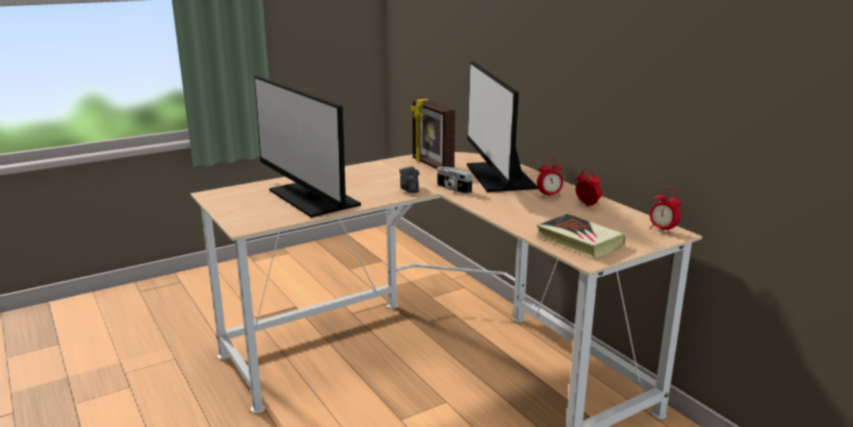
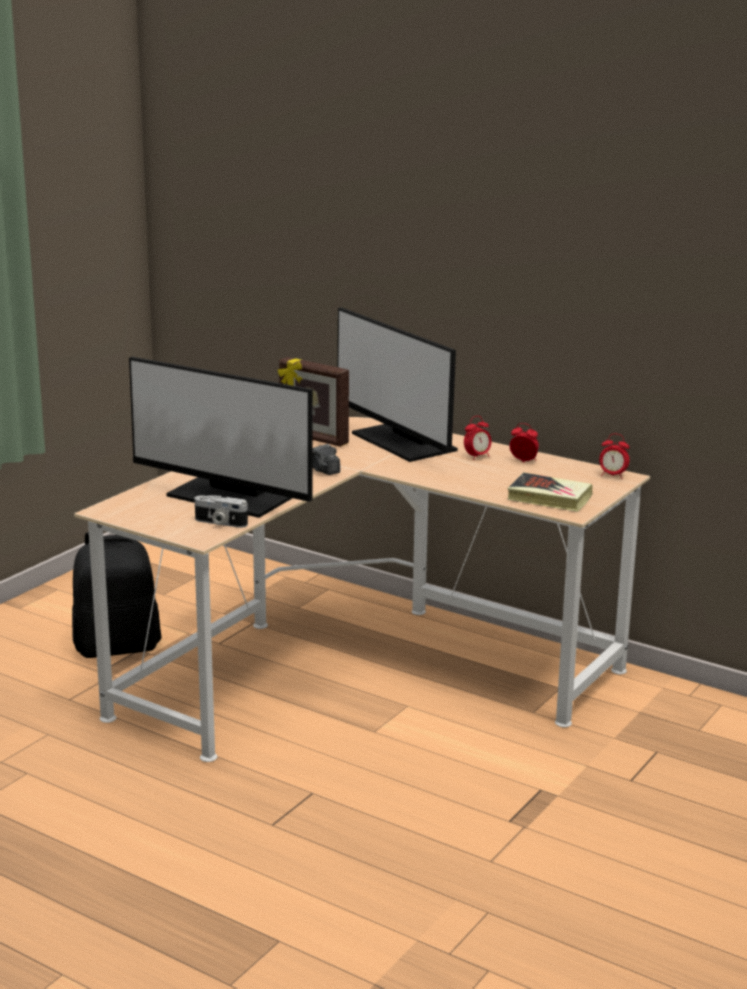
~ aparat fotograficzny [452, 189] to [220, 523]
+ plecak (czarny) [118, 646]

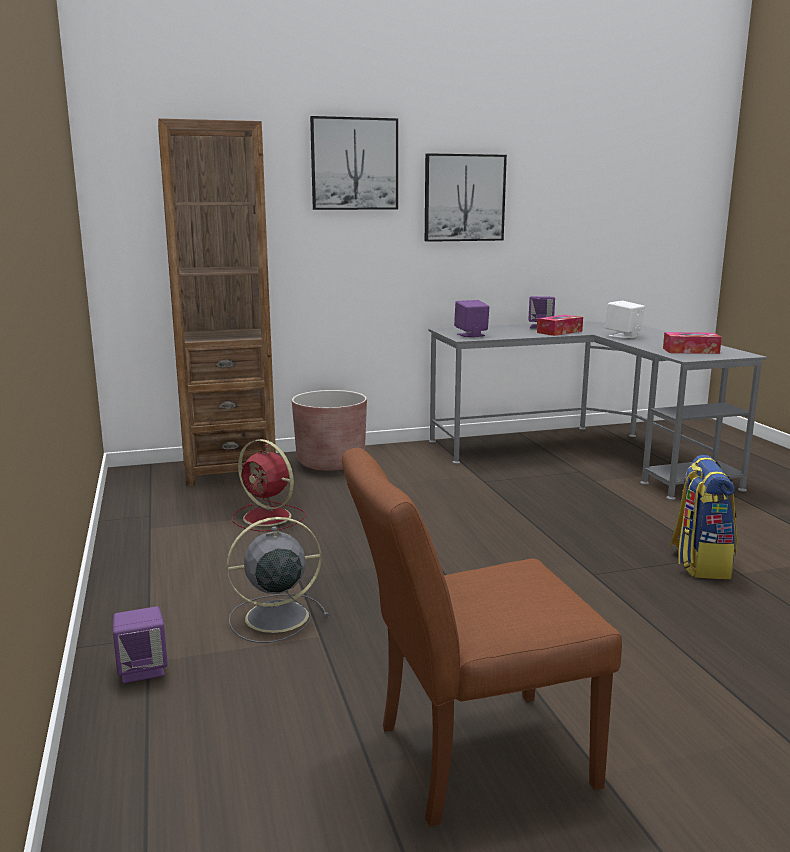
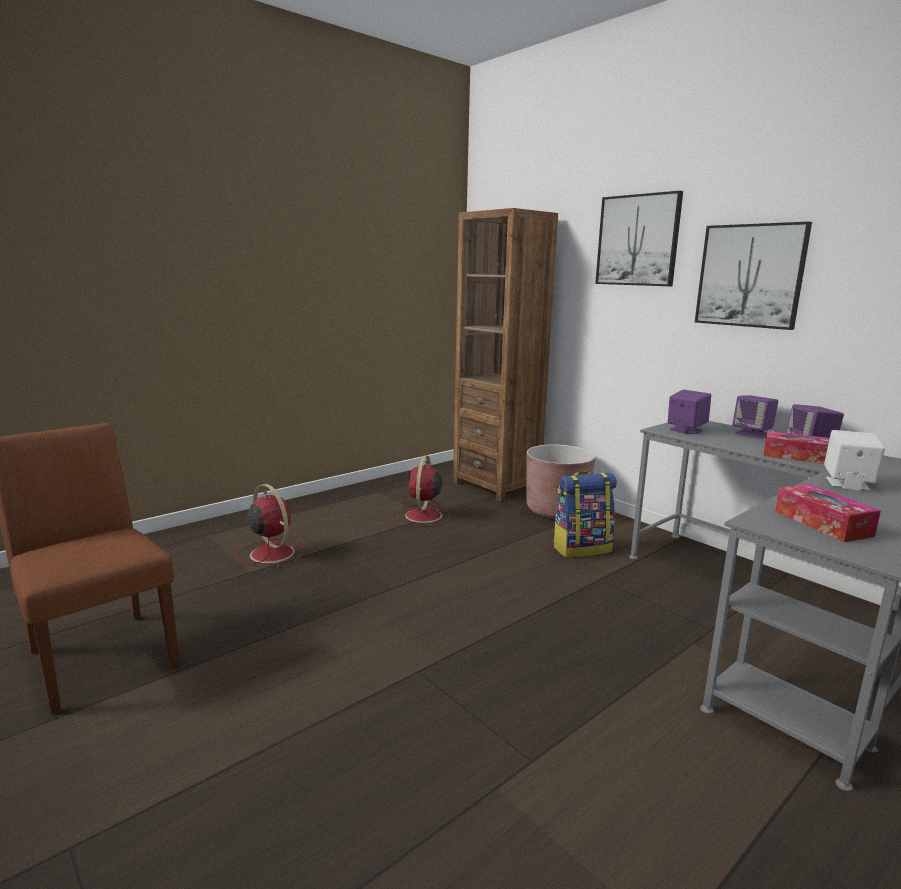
~ plecak [699, 563] to [581, 548]
~ wentylator (szary) [274, 617] to wentylator (czerwony) [271, 553]
~ głośnik (fioletowy) [143, 669] to [752, 434]

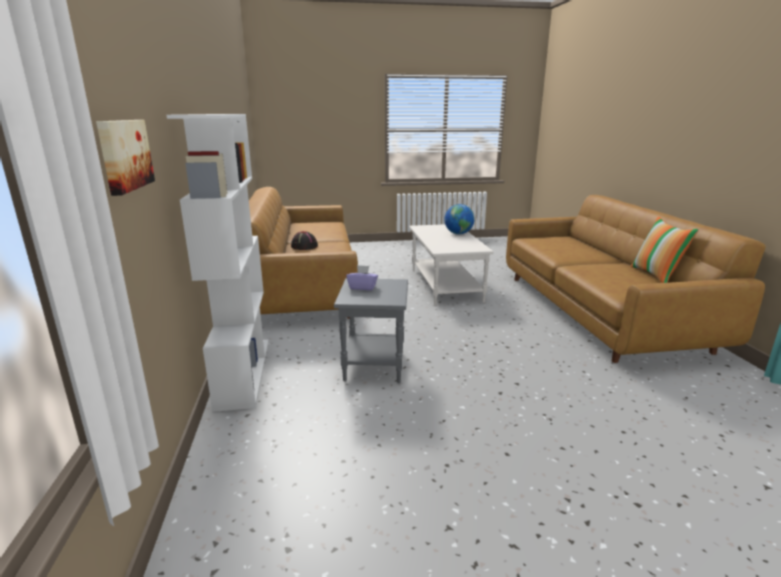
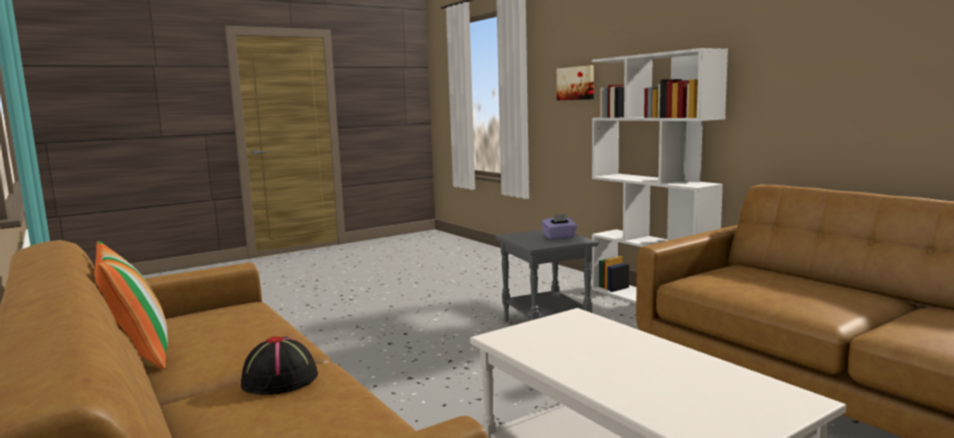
- globus [458, 234]
~ kapelusz (czarny) [304, 246] to [280, 379]

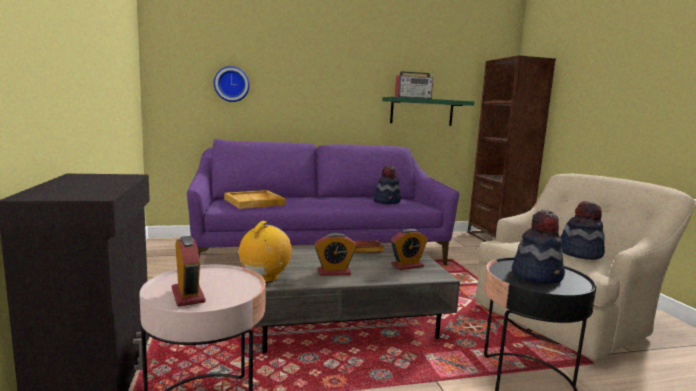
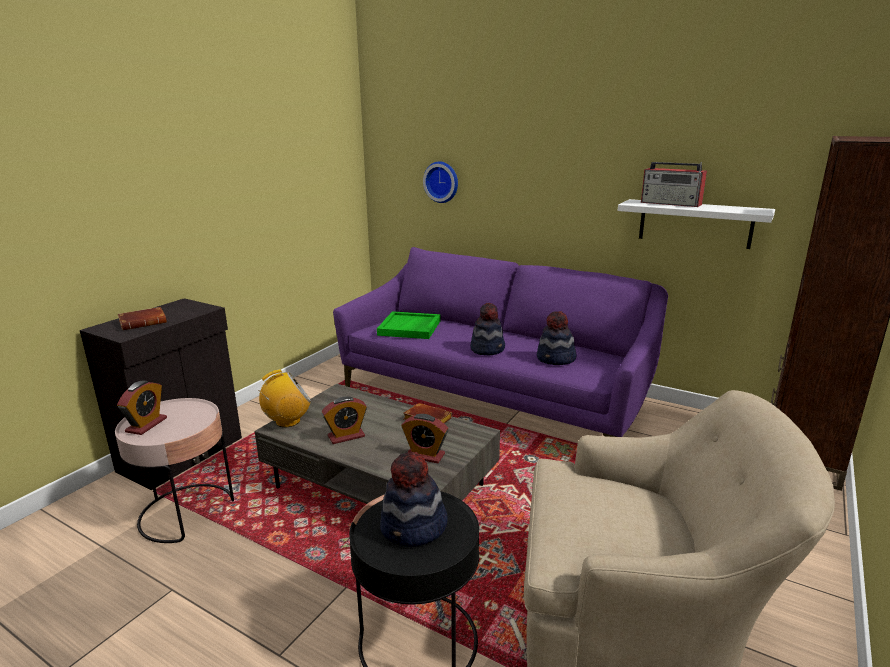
~ półka (zielony) [422, 111] to półka (biały) [695, 223]
~ taca (beżowy) [255, 202] to taca (zielony) [410, 328]
~ kapelusz [579, 253] to [488, 349]
~ budzik [334, 272] = [346, 436] 60 degrees counterclockwise
+ książka (brązowy) [144, 322]

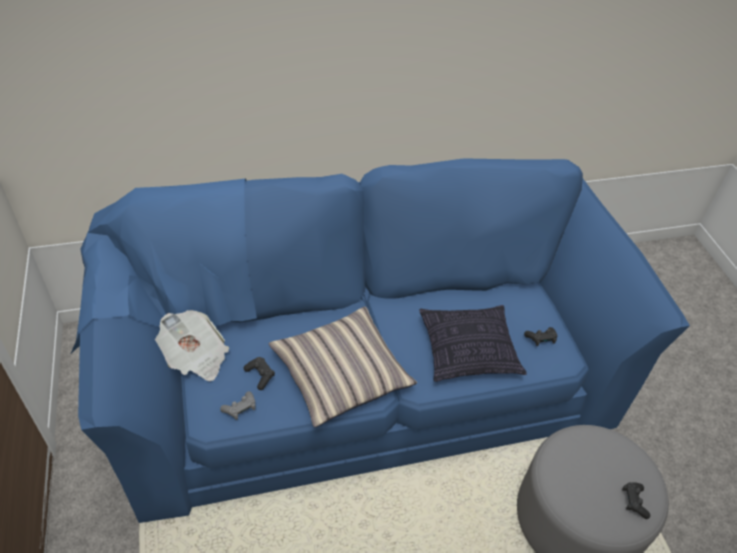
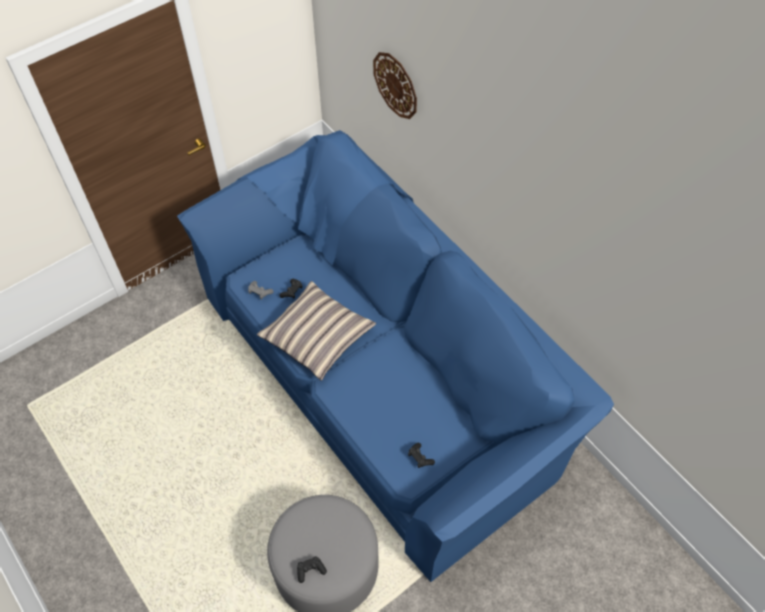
- poduszka [468, 351]
- gazeta [195, 357]
+ zegar ścienny [395, 85]

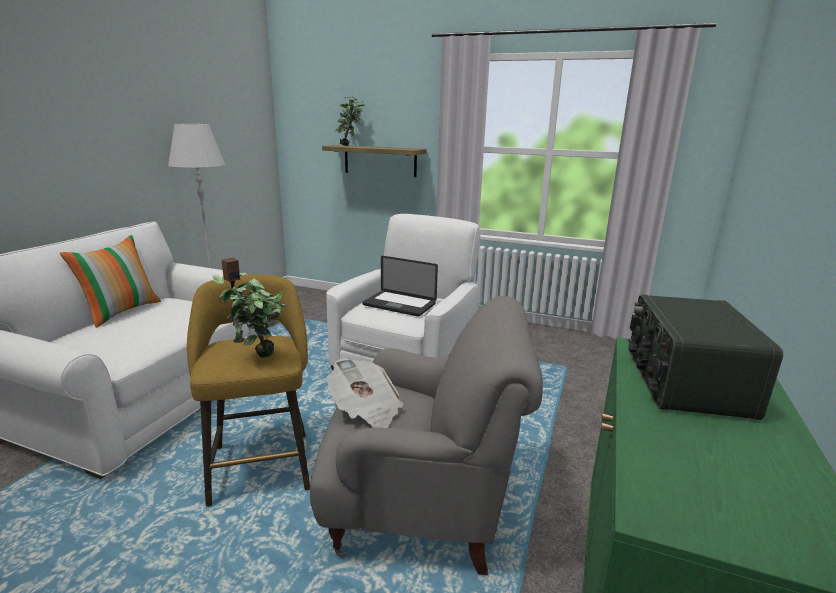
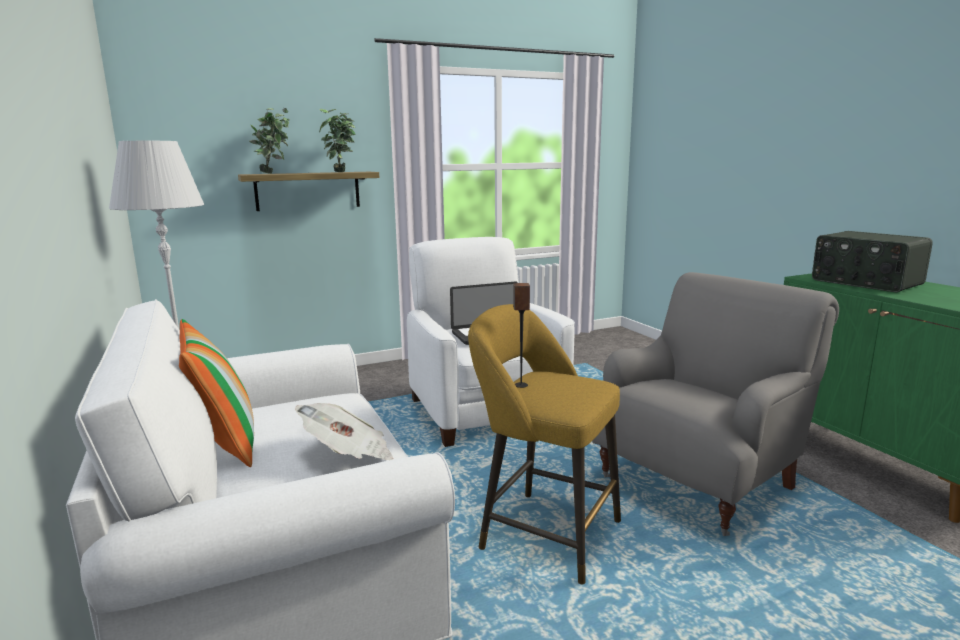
~ roślina doniczkowa [257, 359] to [341, 172]
~ gazeta [366, 410] to [348, 454]

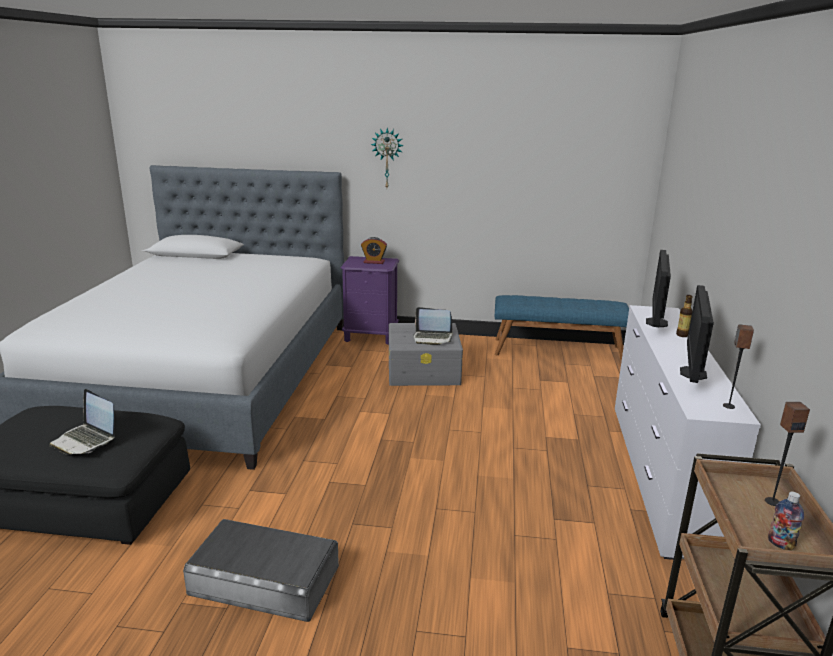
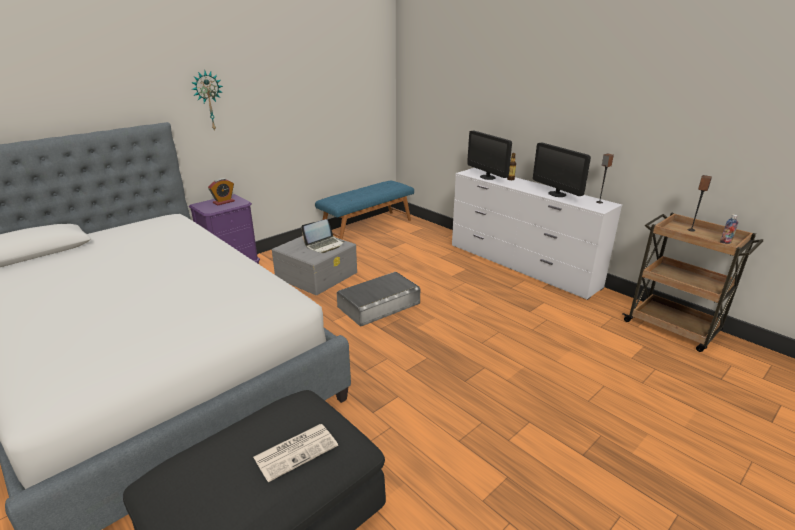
~ laptop [86, 440] to gazeta [296, 451]
~ pojemnik do przechowywania (szary) [264, 579] to [379, 305]

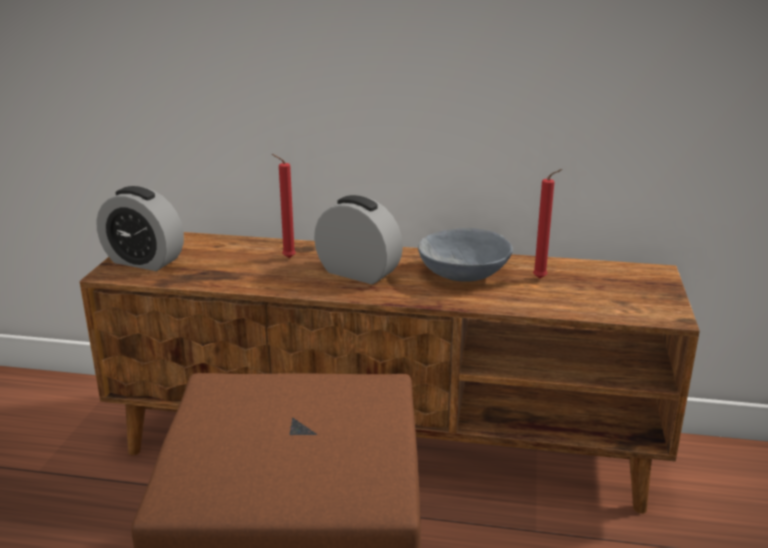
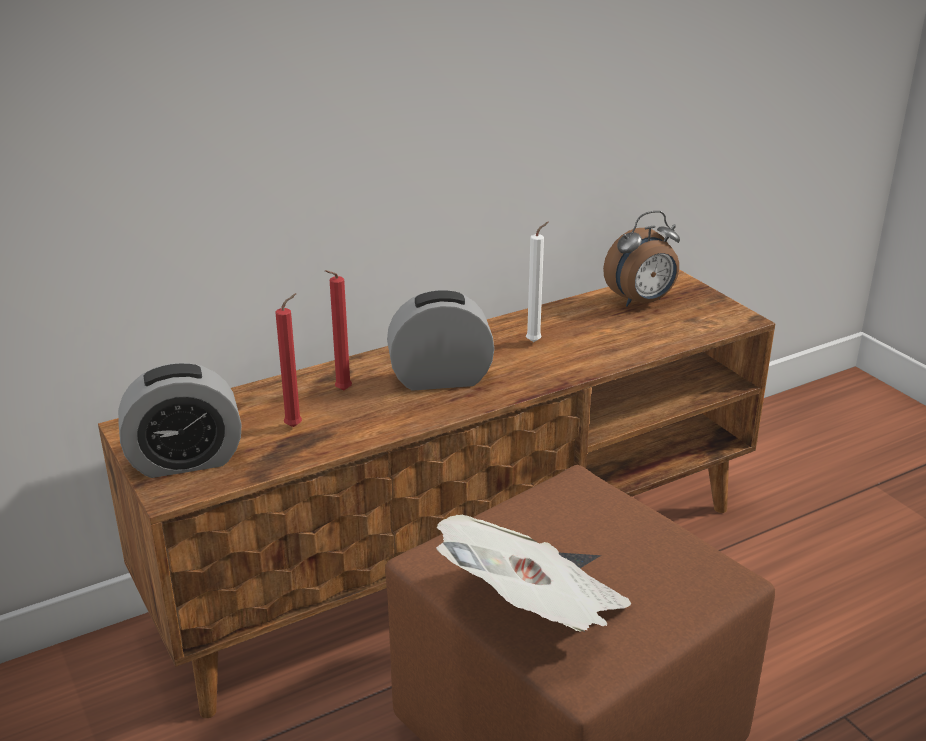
~ świeca (czerwony) [542, 278] to [296, 426]
~ miska (szary) [465, 274] to świeca (biały) [535, 341]
+ budzik [641, 301]
+ gazeta [533, 612]

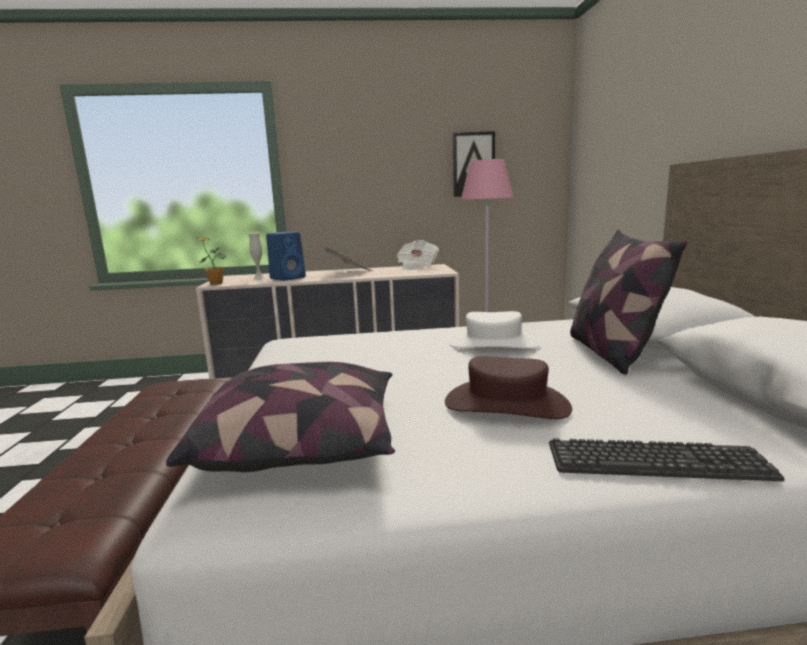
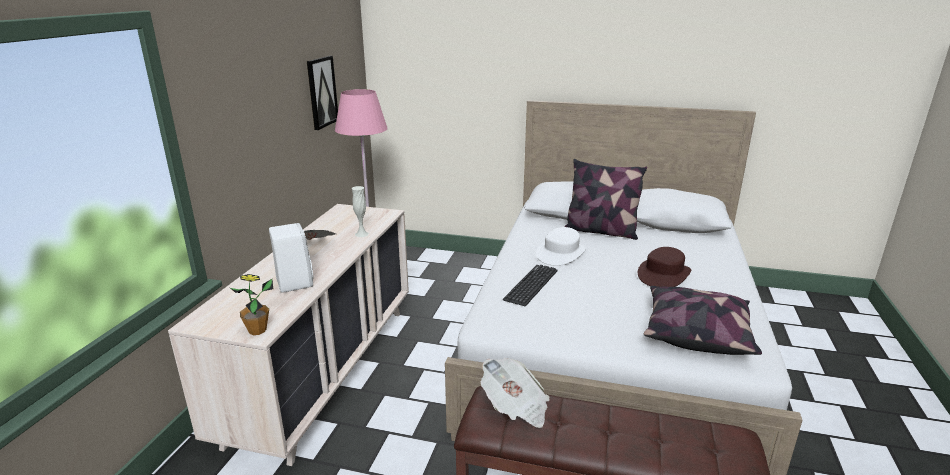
~ głośnik (niebieski) [288, 278] to głośnik (biały) [294, 282]
~ wazon (biały) [259, 278] to [361, 234]
~ gazeta [417, 267] to [515, 407]
~ klawiatura [656, 461] to [531, 285]

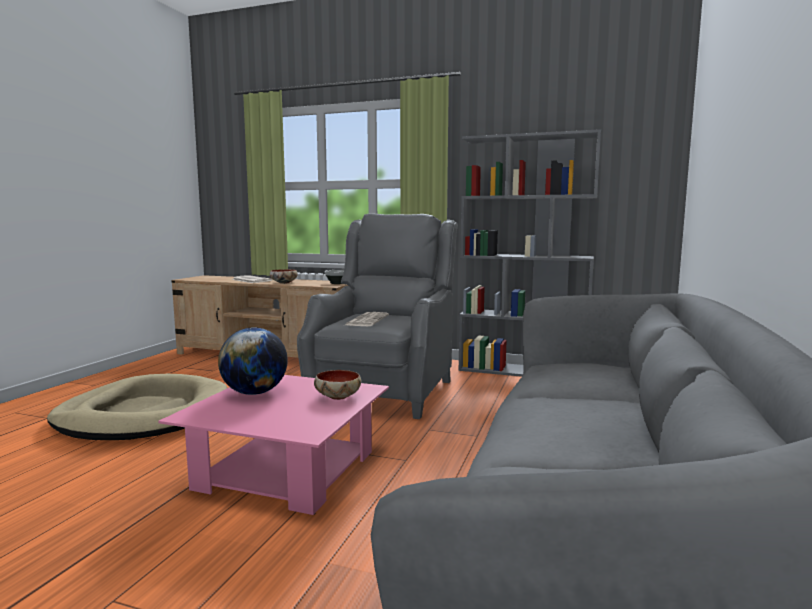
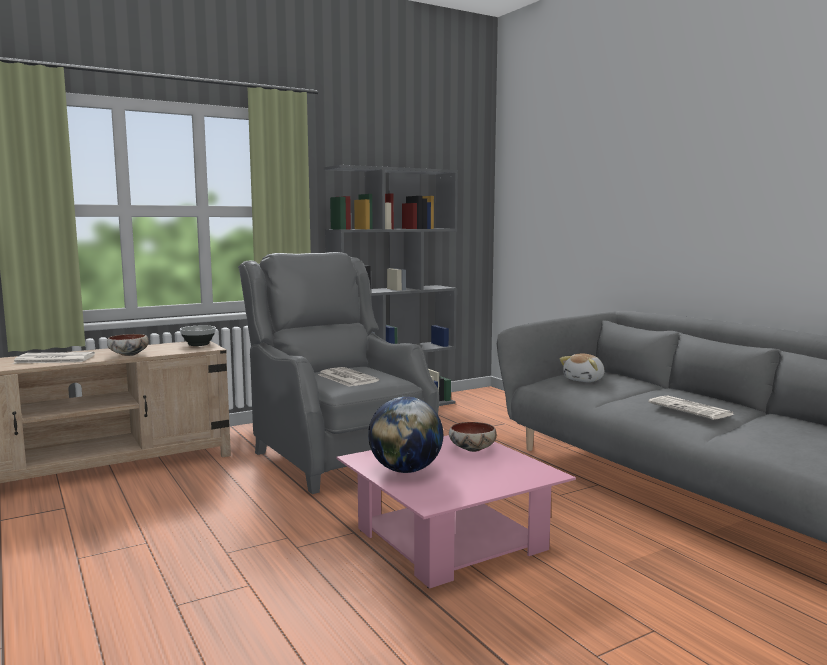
- legowisko (beżowy) [144, 414]
+ pluszak [584, 380]
+ gazeta [691, 409]

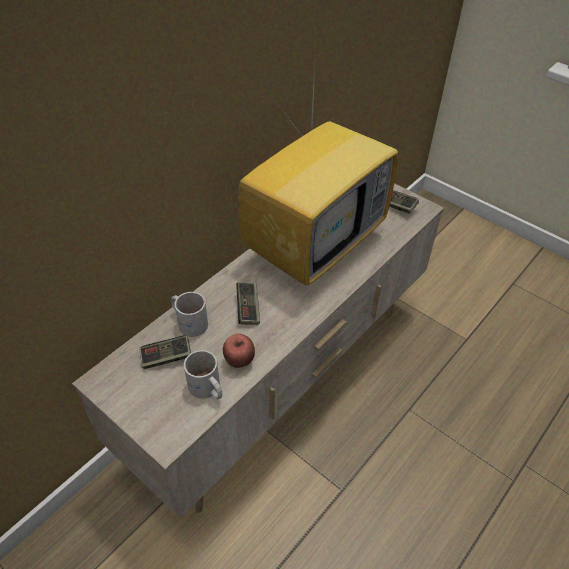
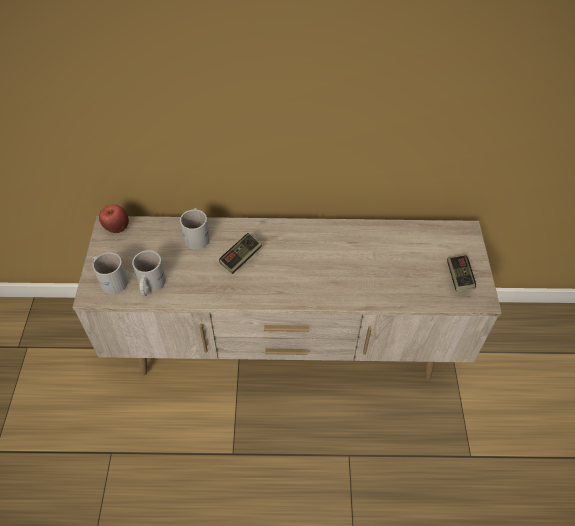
- telewizor [315, 244]
~ jabłko [239, 361] to [117, 228]
- pad do gier [166, 357]
+ kubek (biały) [111, 279]

